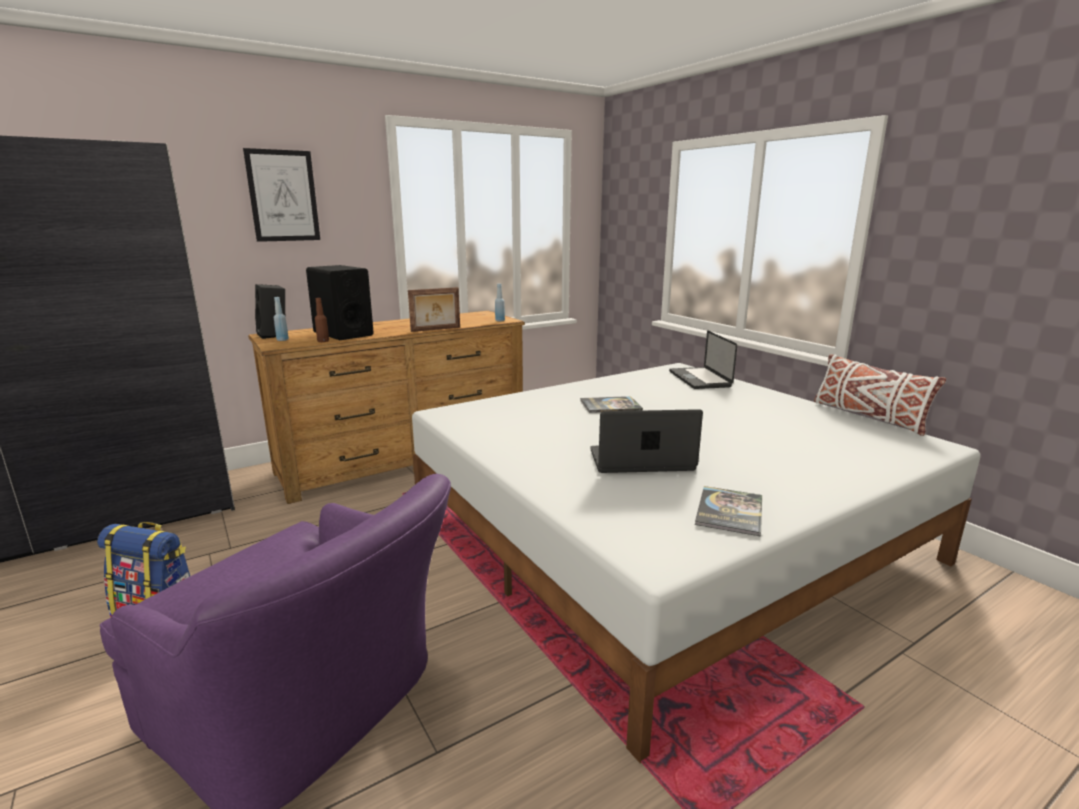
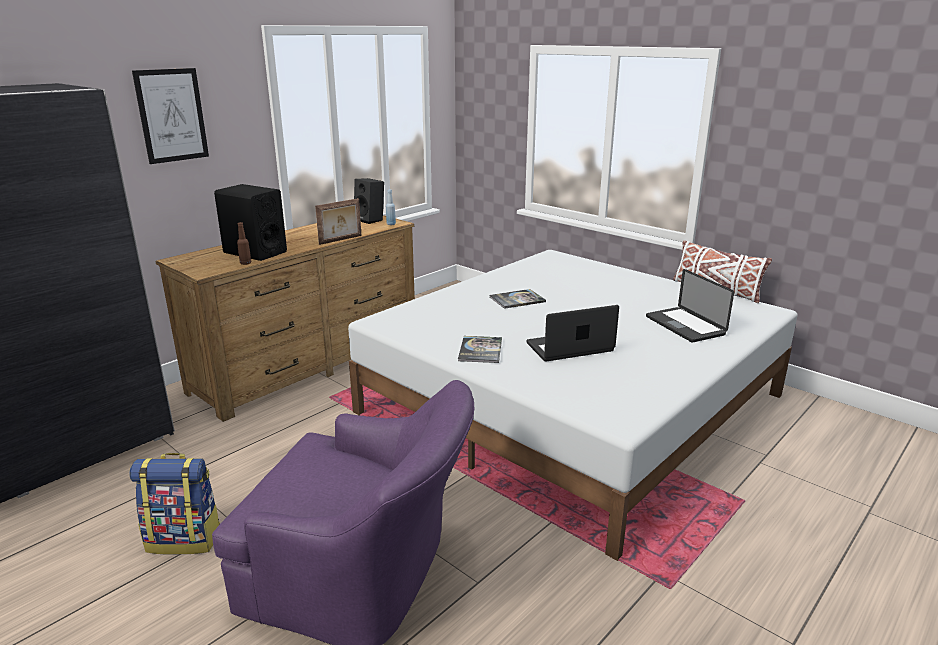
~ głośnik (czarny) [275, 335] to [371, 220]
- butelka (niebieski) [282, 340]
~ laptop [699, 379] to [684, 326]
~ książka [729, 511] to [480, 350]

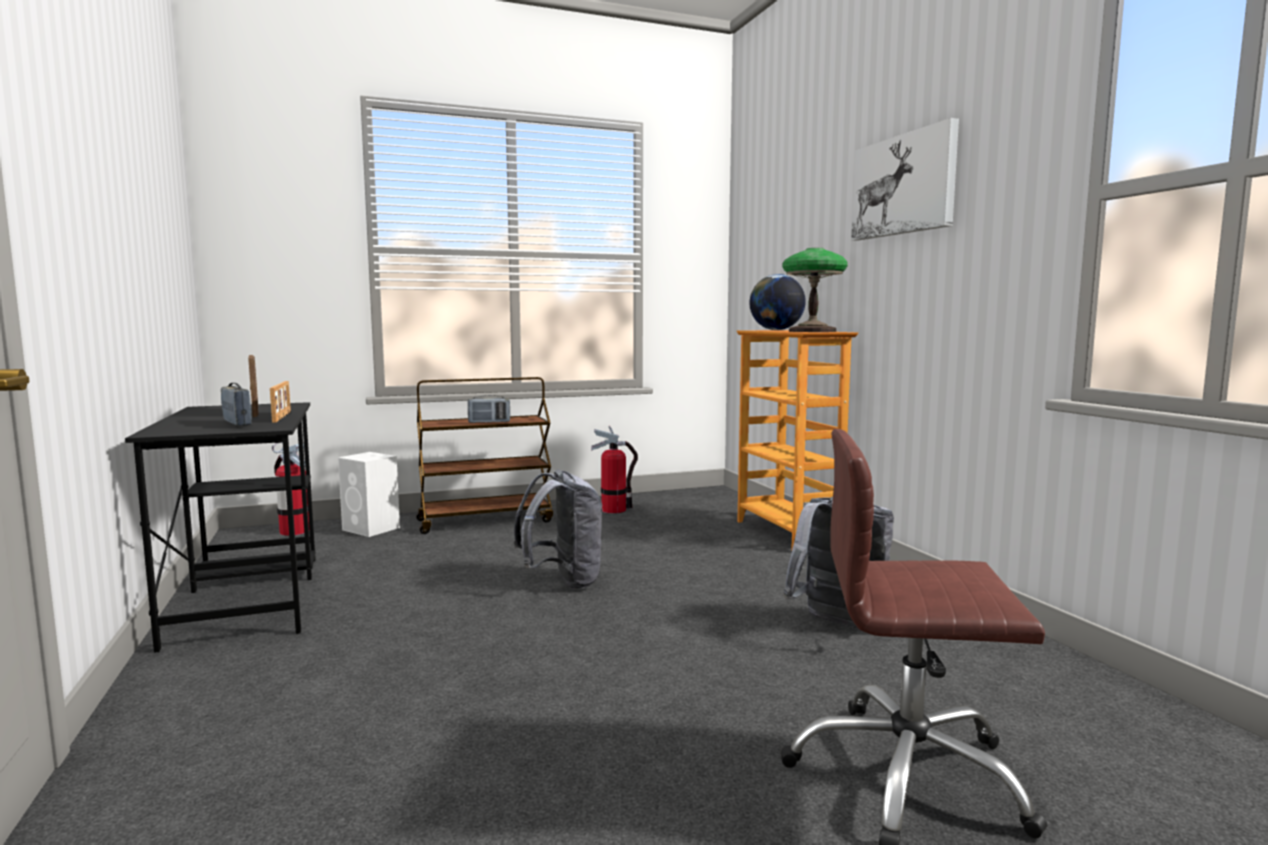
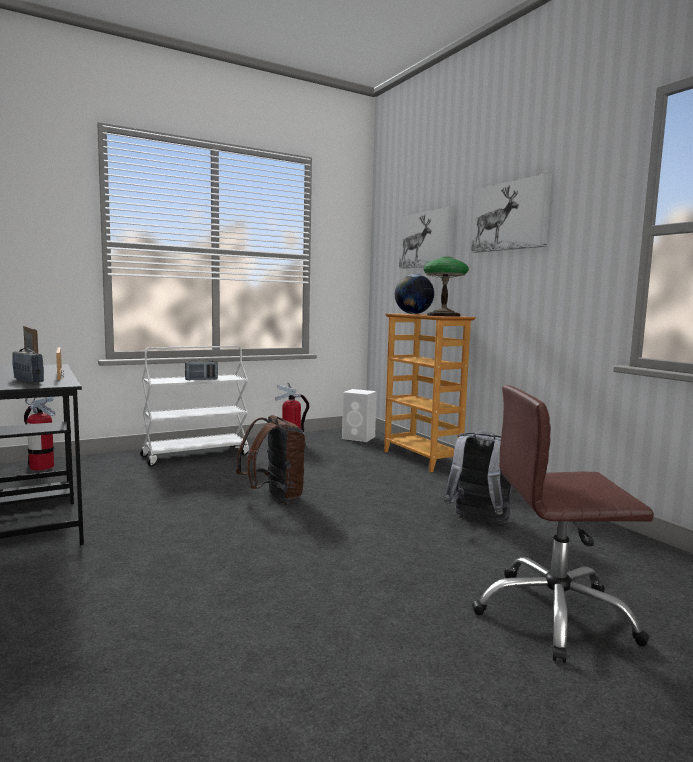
~ wózek (brązowy) [486, 520] to wózek (biały) [196, 455]
~ głośnik (biały) [372, 529] to [359, 438]
~ plecak (szary) [563, 582] to plecak (brązowy) [274, 498]
+ obraz [427, 239]

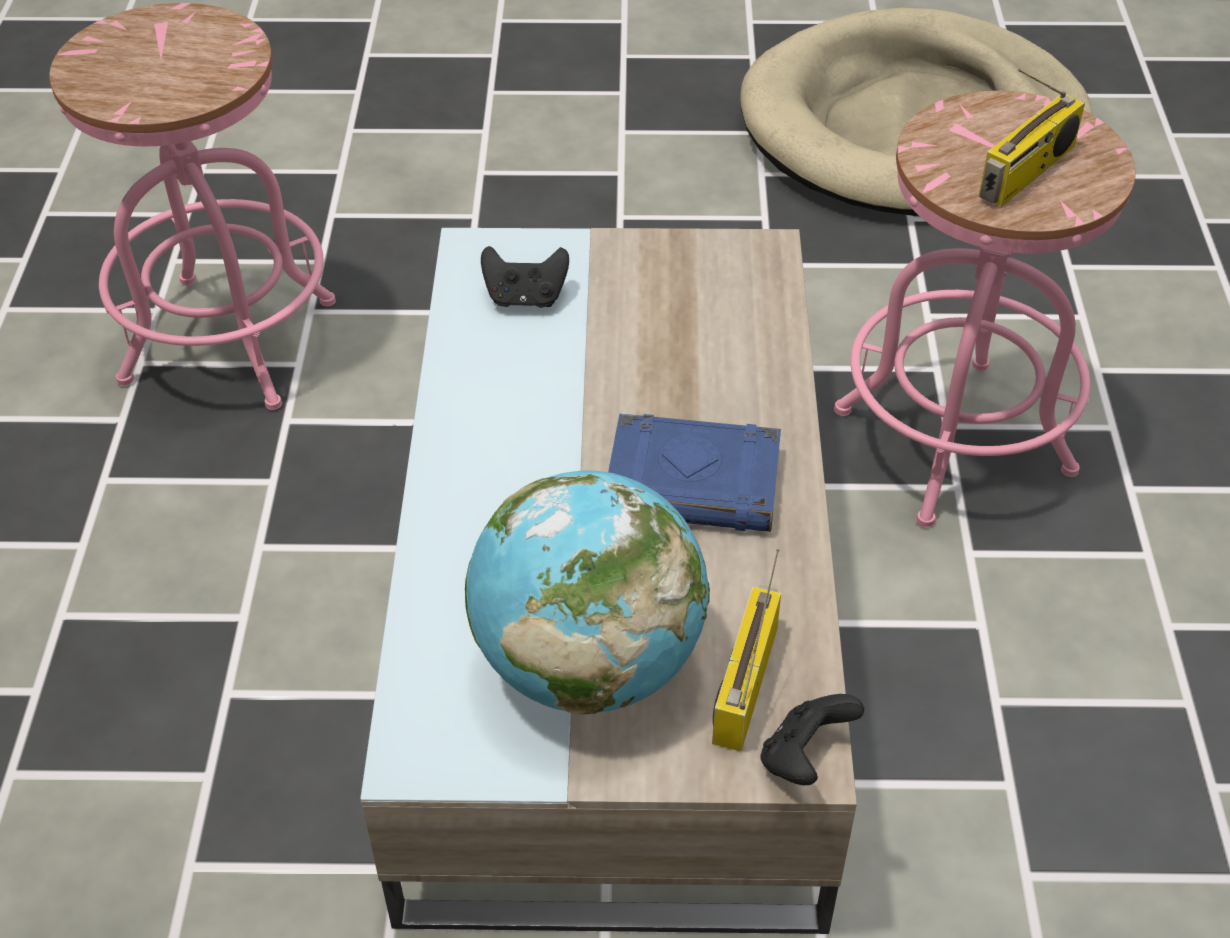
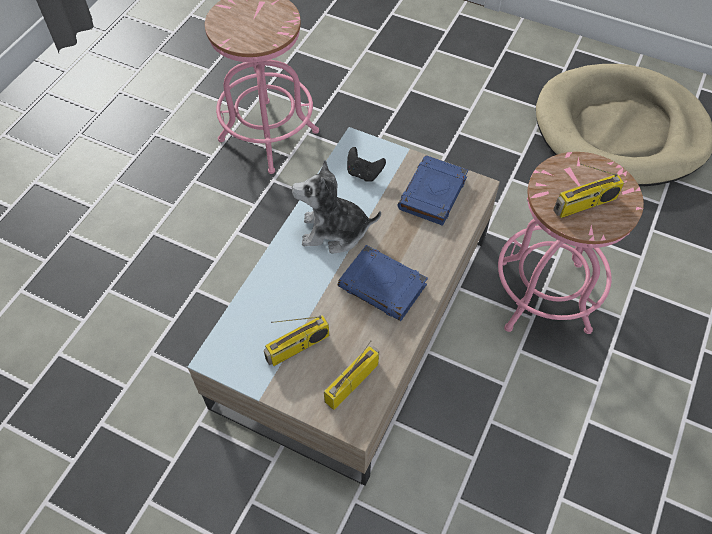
~ globus [588, 663] to radio [297, 348]
- pad do gier (czarny) [804, 757]
+ książka (niebieski) [432, 194]
+ pluszak [334, 231]

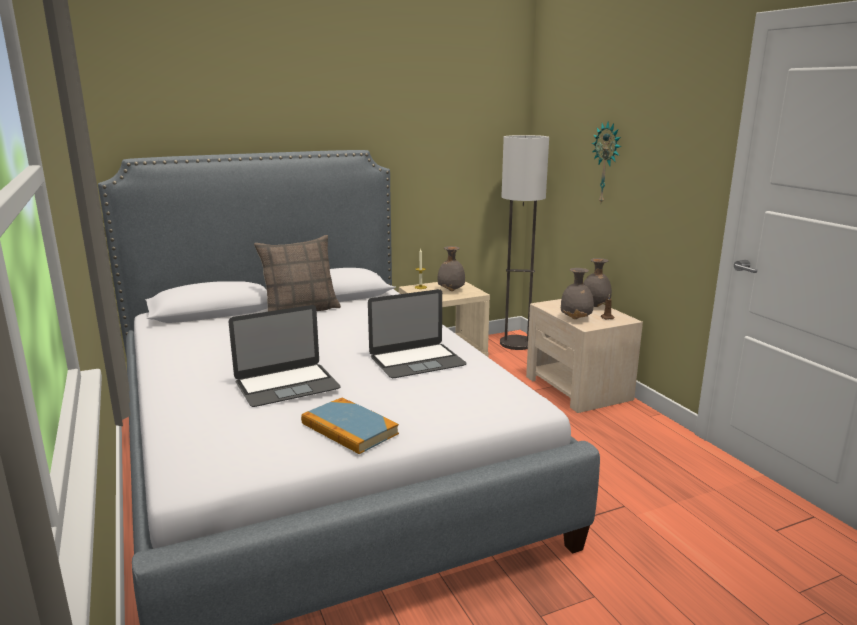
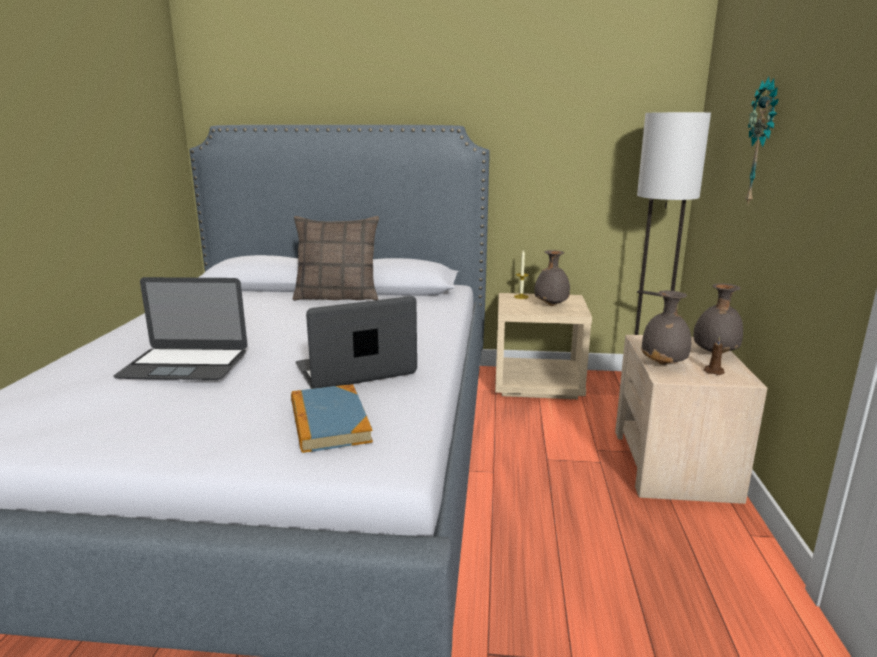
~ laptop [417, 361] = [355, 369] 150 degrees clockwise
~ książka [349, 429] to [329, 421]

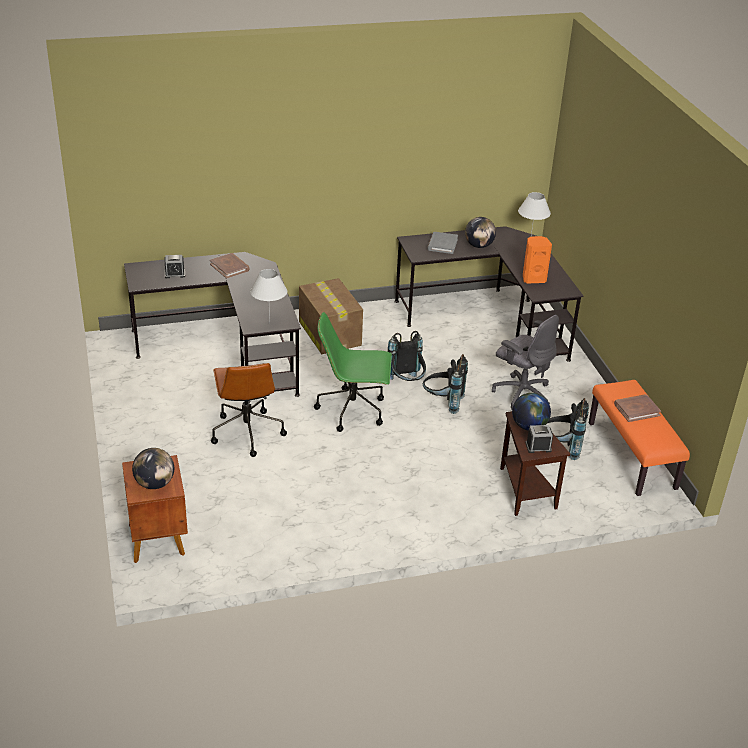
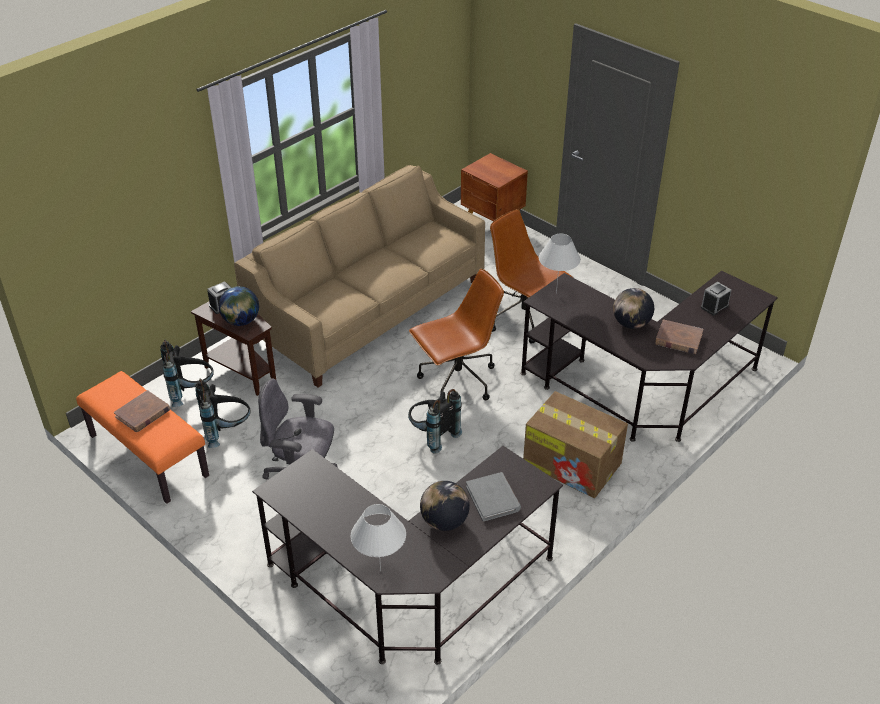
- głośnik (pomarańczowy) [533, 279]
~ krzesło biurowe (zielony) [353, 410] to krzesło biurowe (brązowy) [456, 381]
~ plecak (czarny) [443, 402] to [191, 392]
~ globus [155, 484] to [631, 324]
+ kanapa (beżowy) [369, 310]

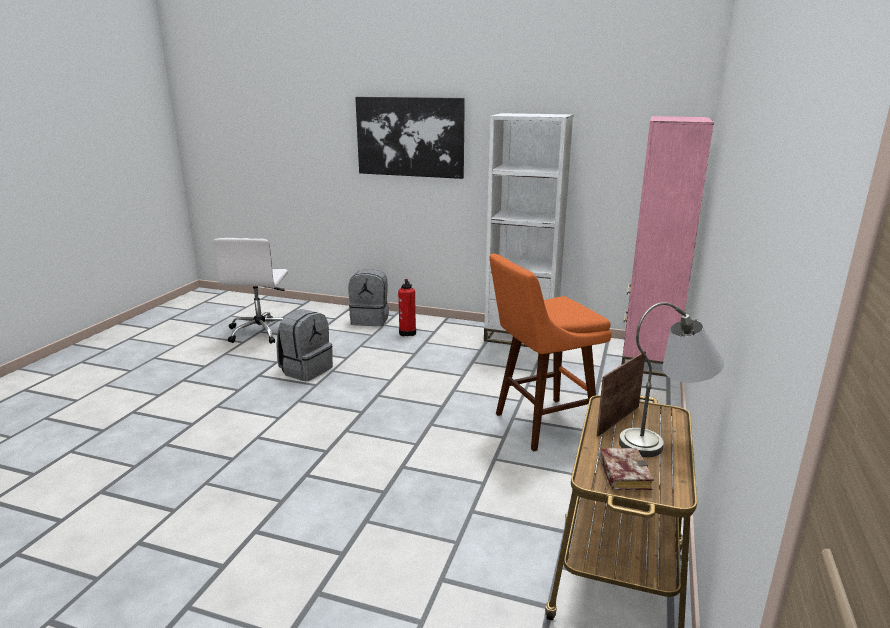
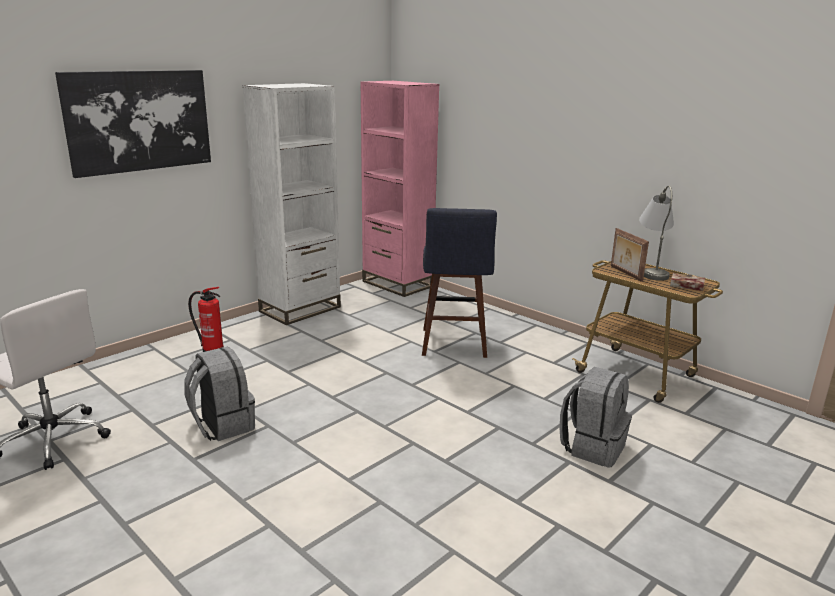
~ stołek (pomarańczowy) [539, 425] to stołek (niebieski) [453, 345]
~ plecak (szary) [370, 320] to [592, 447]

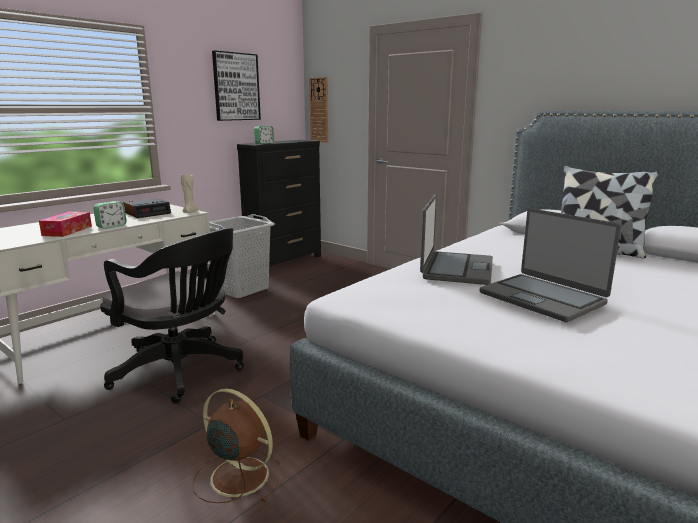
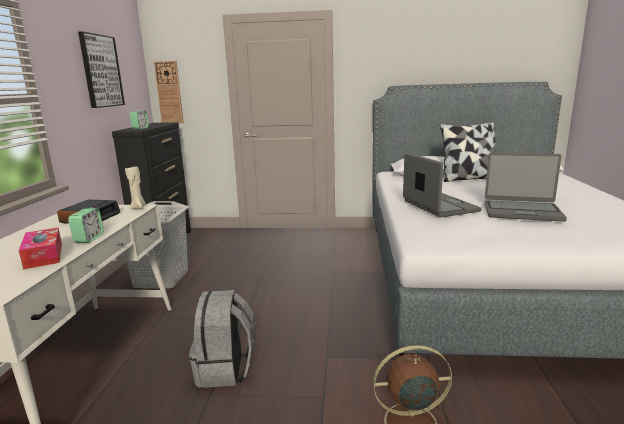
~ krzesło biurowe (czarny) [182, 372] to plecak (szary) [226, 369]

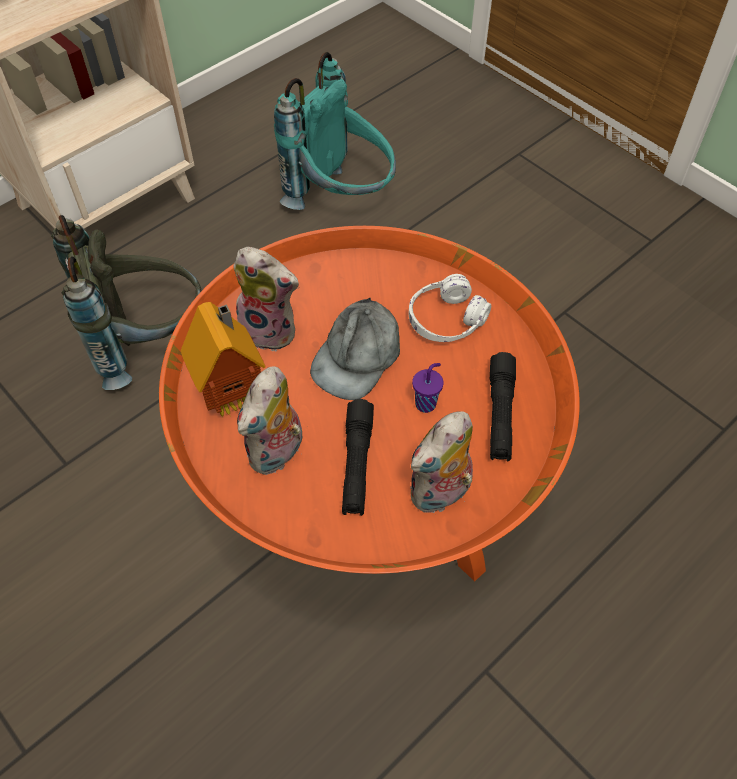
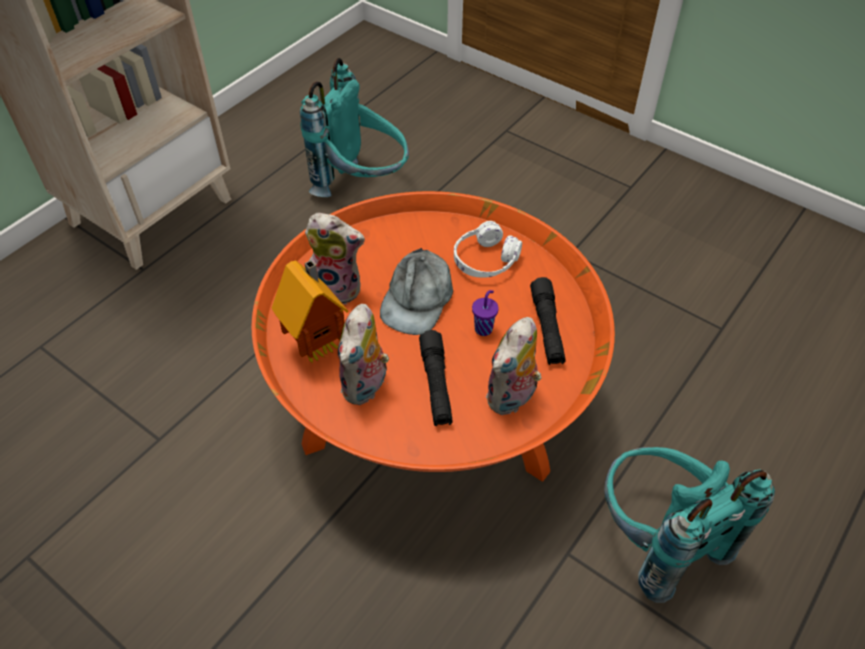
- plecak (szary) [148, 342]
+ plecak (turkusowy) [655, 539]

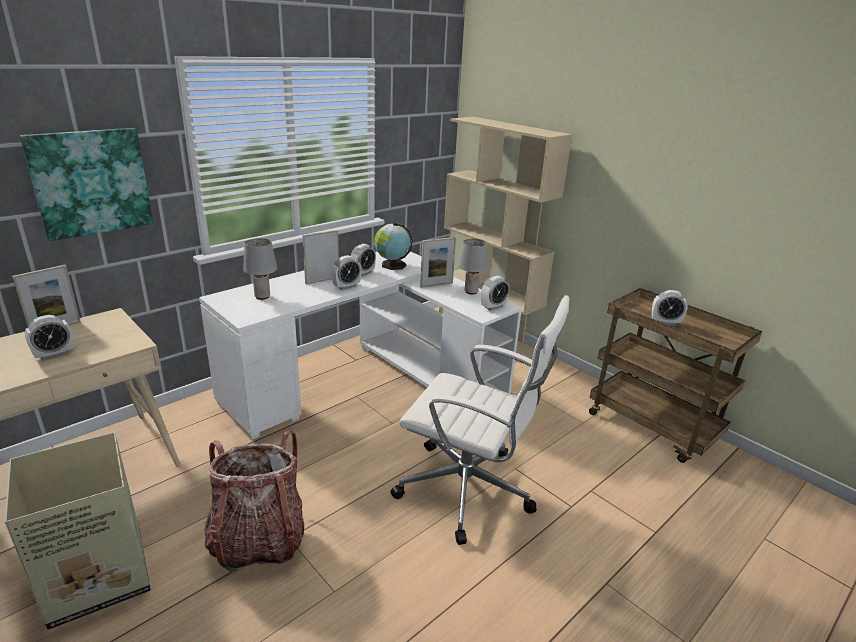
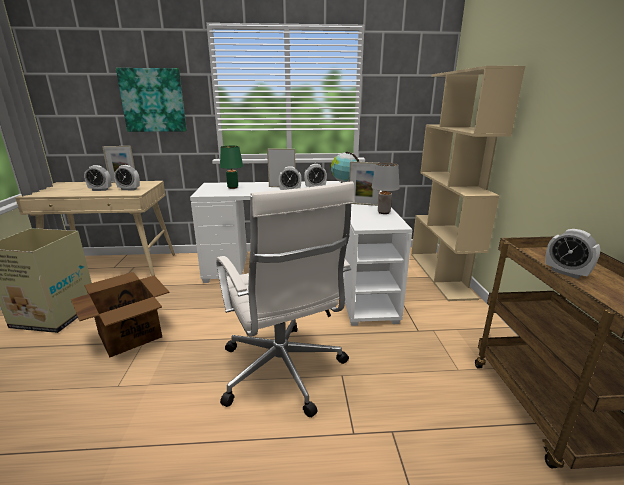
~ lampa stołowa (szary) [262, 296] to lampa stołowa (zielony) [233, 187]
~ budzik [493, 307] to [129, 189]
~ plecak [258, 540] to karton [130, 334]

